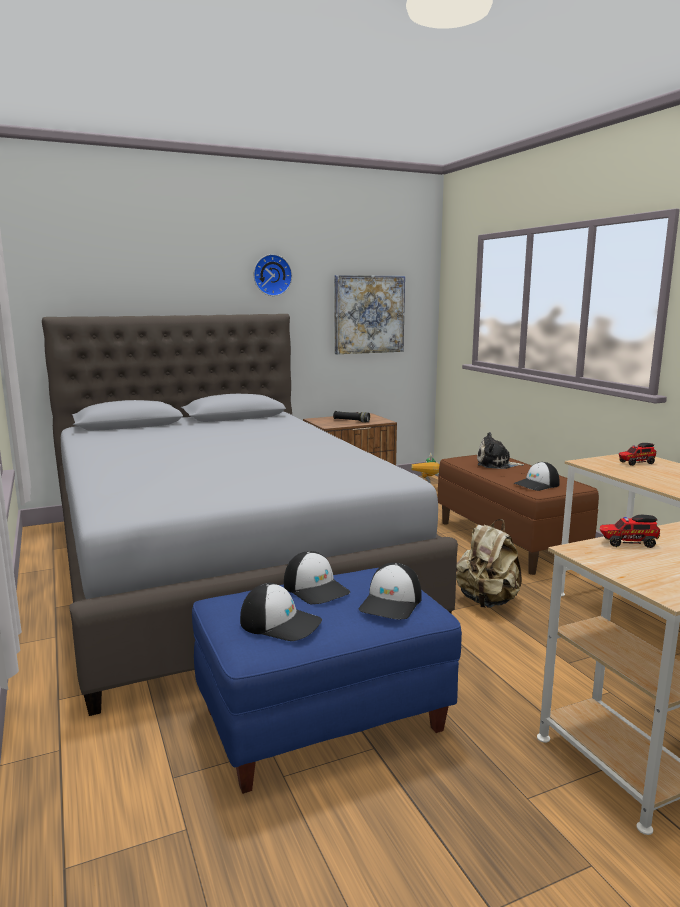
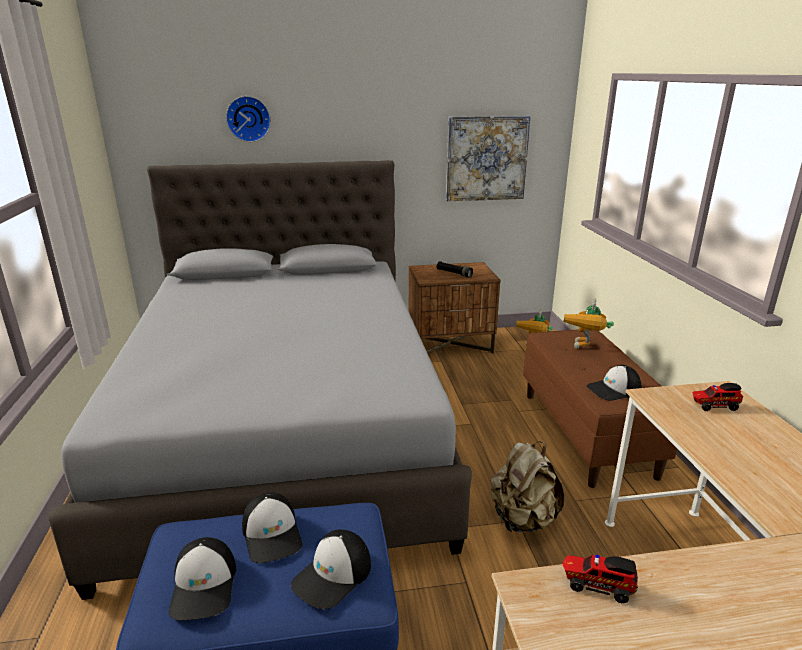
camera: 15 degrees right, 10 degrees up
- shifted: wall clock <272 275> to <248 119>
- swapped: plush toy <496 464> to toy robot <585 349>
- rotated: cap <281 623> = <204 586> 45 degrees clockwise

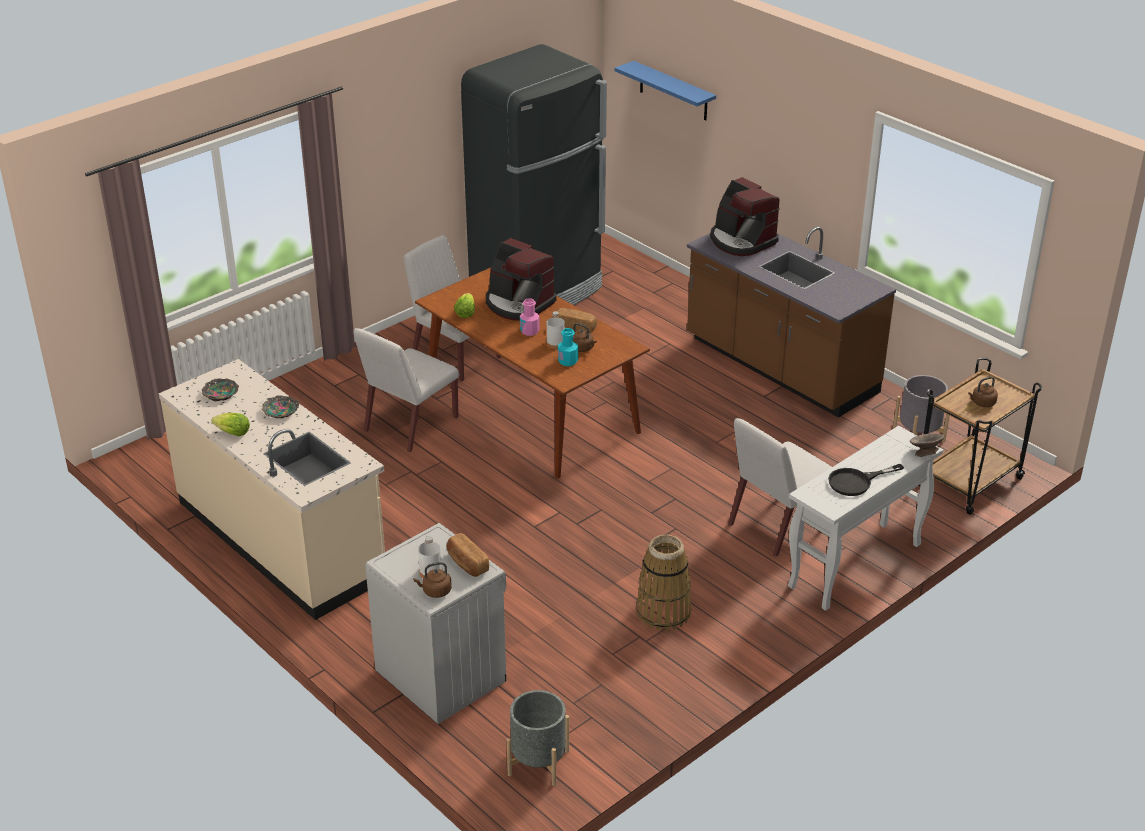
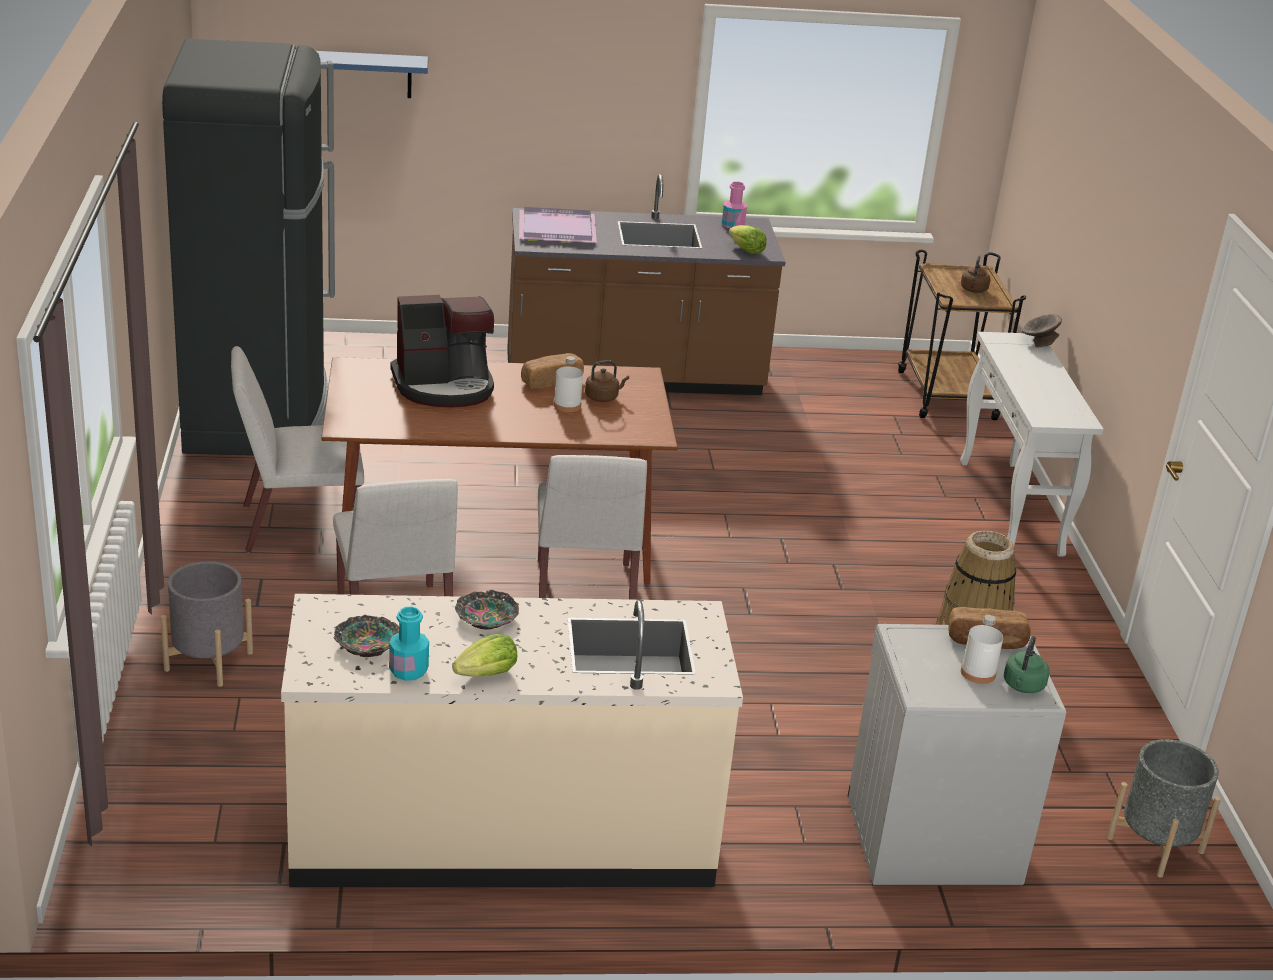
camera: 55 degrees left, 5 degrees down
- swapped: coffee machine <741 241> to purple tray <558 229>
- shifted: lettuce <465 313> to <746 251>
- shifted: pink bottle <529 331> to <733 225>
- shifted: turquoise bottle <568 361> to <408 670>
- shifted: grey planter <919 434> to <208 661>
- shifted: white chair <778 525> to <584 594>
- gone: black frying pan <856 482>
- repainted: brown kettle <435 591> to green kettle <1023 686>

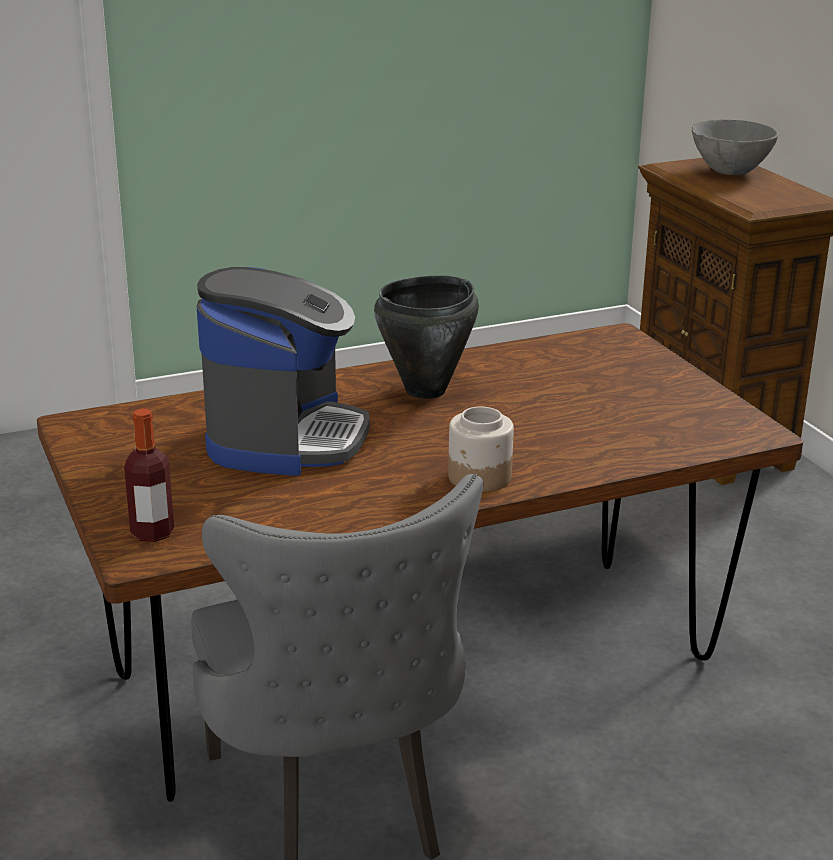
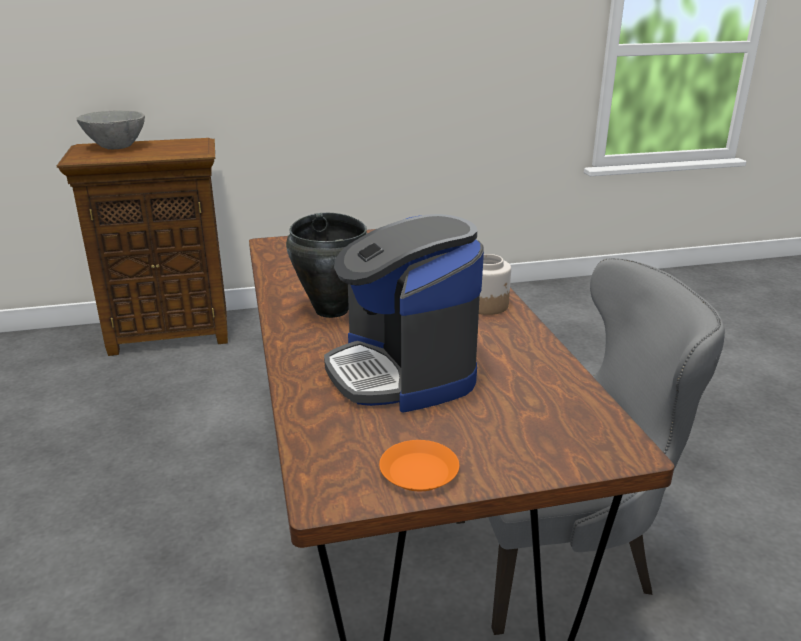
camera: 80 degrees left, 0 degrees up
- rotated: coffee machine <285 438> = <402 372> 135 degrees counterclockwise
- gone: bottle <152 533>
- new: orange plate <419 472>

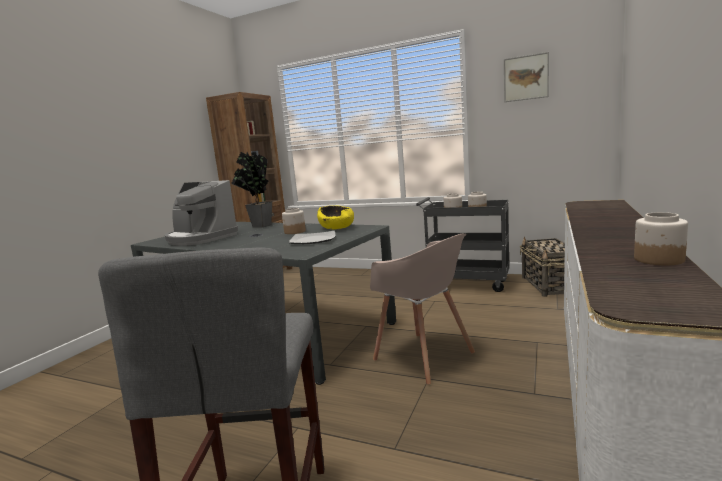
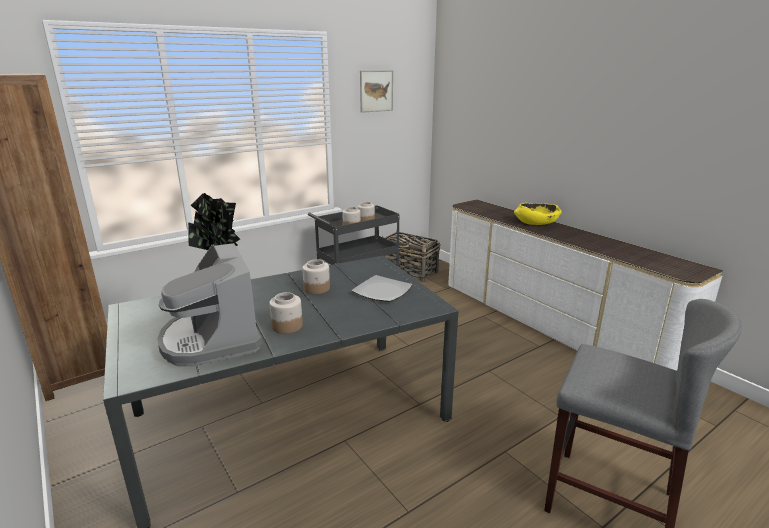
camera: 60 degrees left, 10 degrees up
- rotated: coffee machine <200 238> = <212 339> 90 degrees clockwise
- shifted: yellow bowl <337 228> to <536 222>
- shifted: jar <658 259> to <286 326>
- gone: beige chair <424 357>

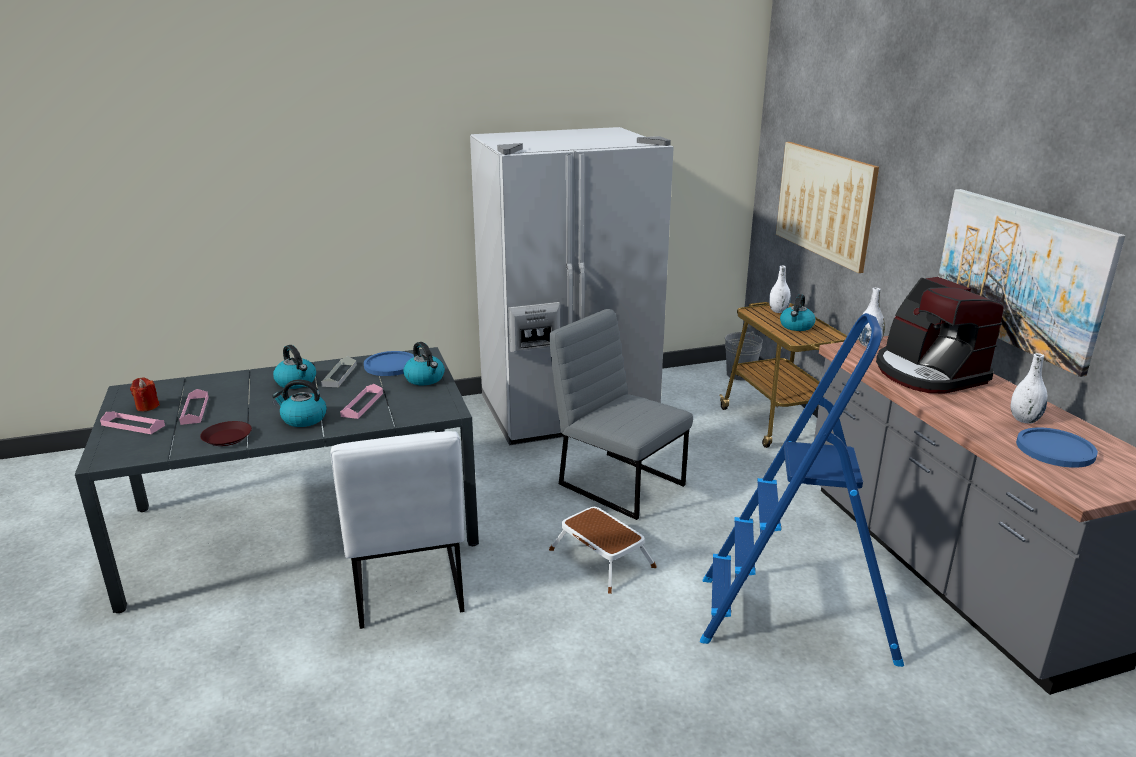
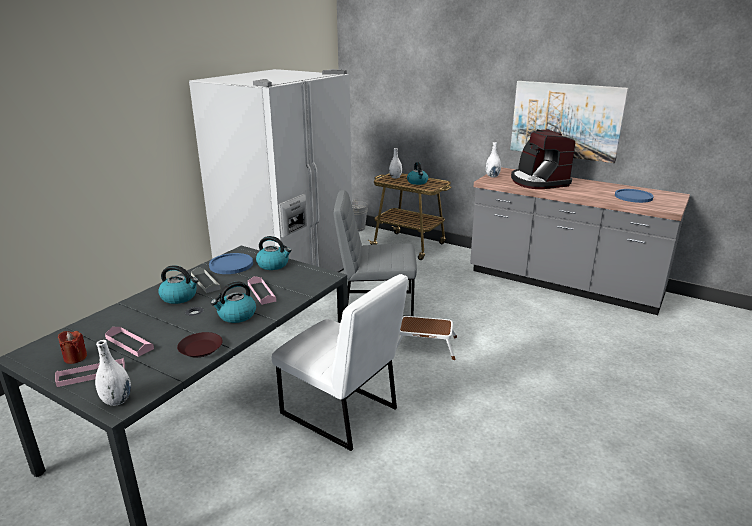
camera: 40 degrees left, 0 degrees up
- gone: picture <824 203>
- rotated: coffee machine <927 373> = <538 182> 45 degrees clockwise
- gone: blue step ladder <794 619>
- shifted: white vase <1024 419> to <117 400>

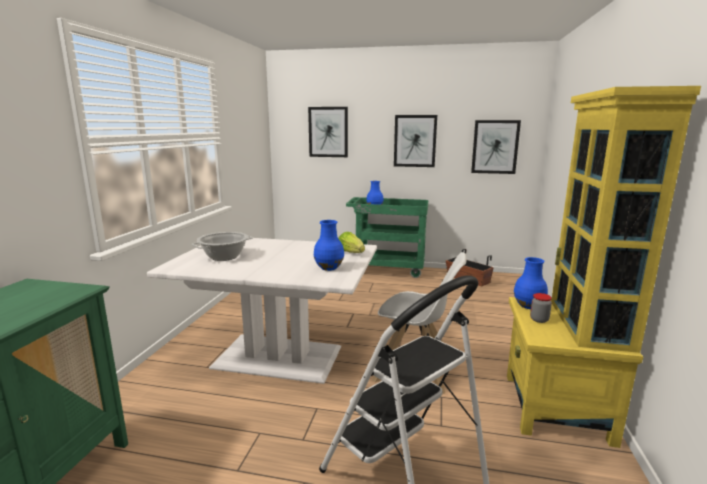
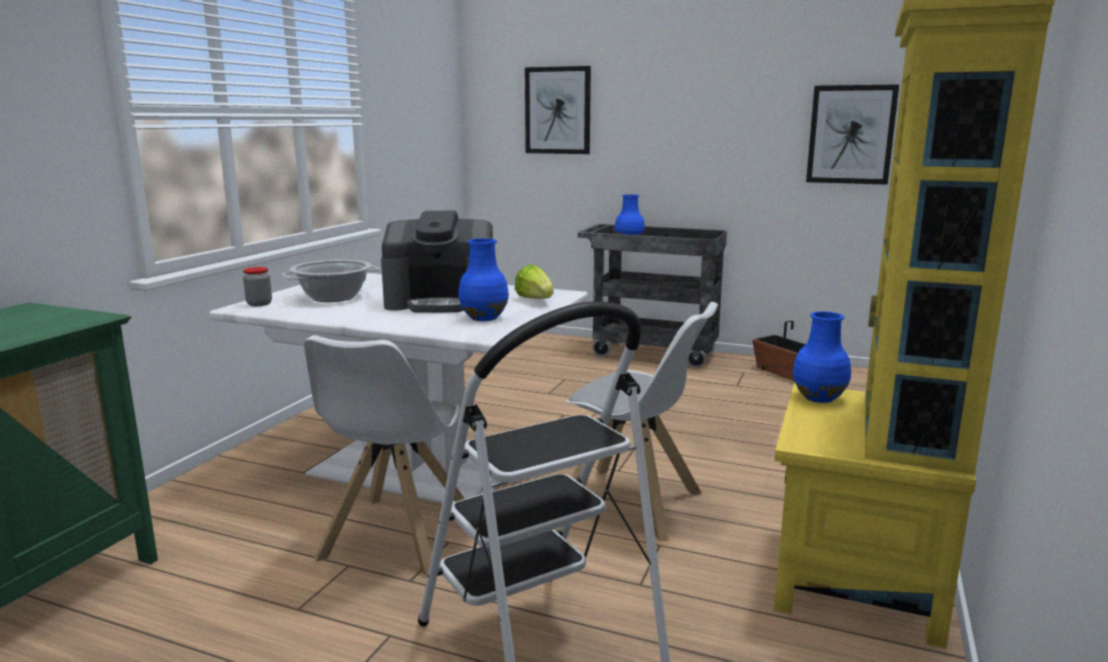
camera: 10 degrees right, 0 degrees up
- gone: picture <415 141>
- repainted: green cart <386 271> to black cart <648 355>
- shifted: jar <539 320> to <259 304>
- new: coffee machine <442 302>
- new: chair <395 537>

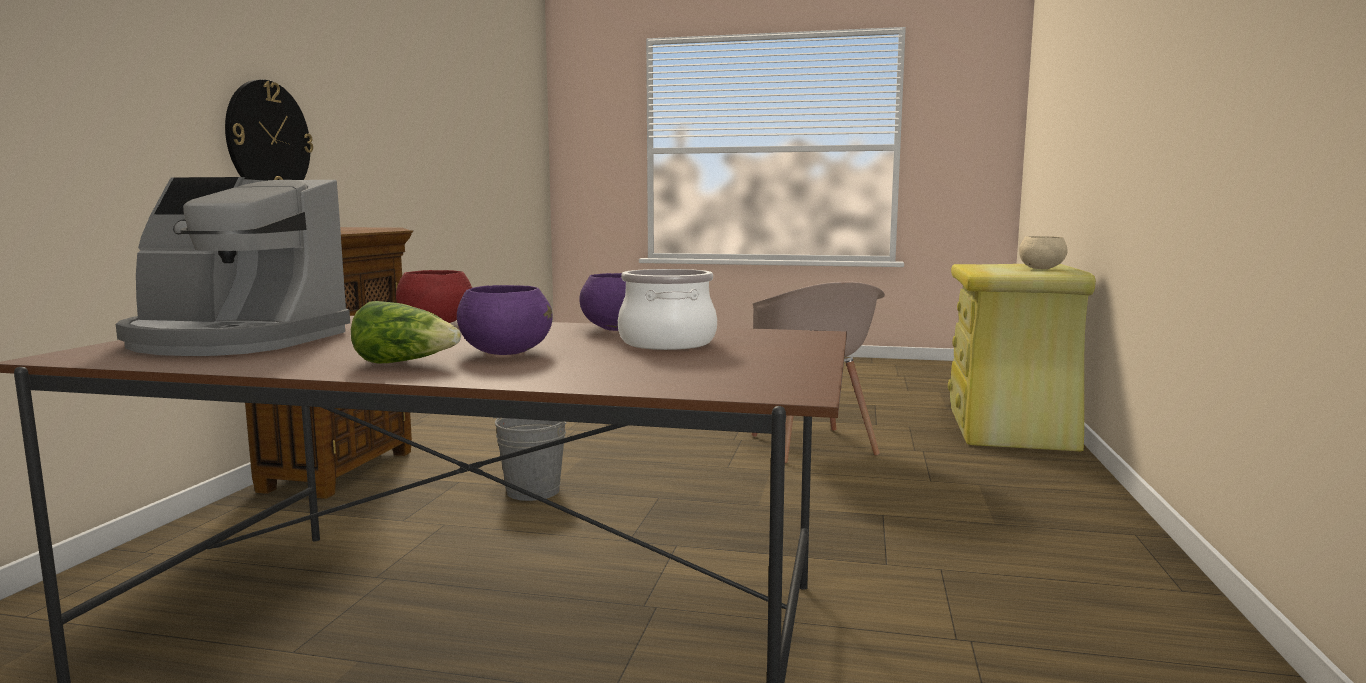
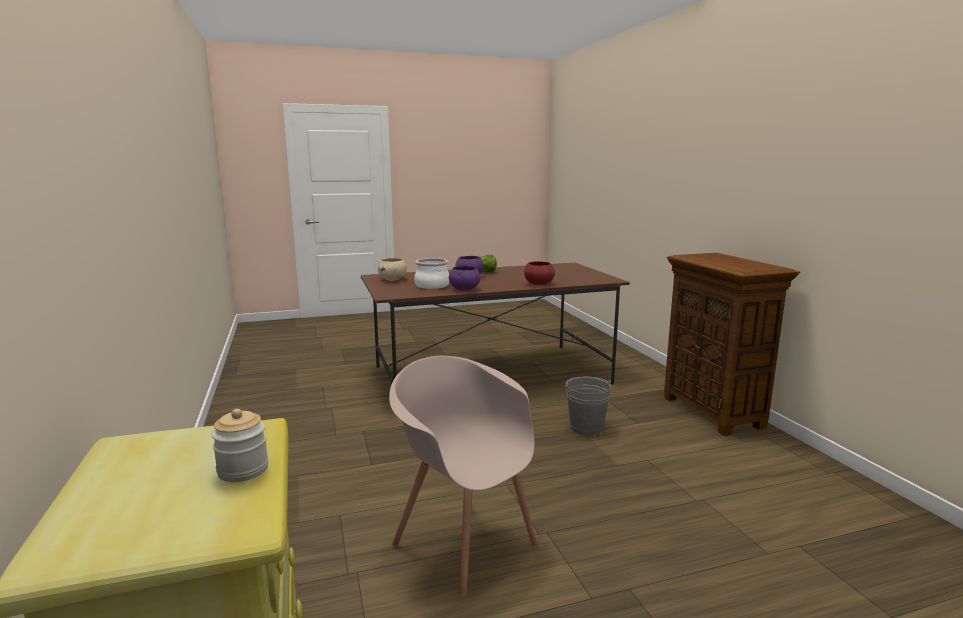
camera: 150 degrees right, 5 degrees up
- gone: wall clock <268 139>
- gone: coffee machine <233 340>
- shifted: beige bowl <1040 268> to <393 280>
- new: jar <243 470>

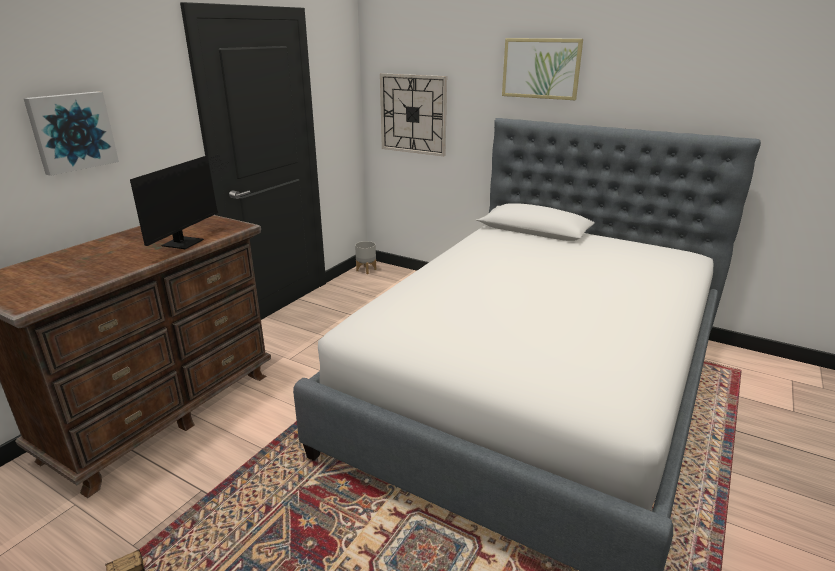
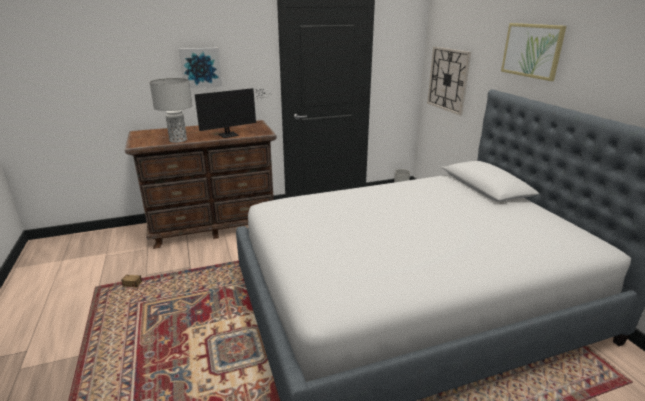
camera: 40 degrees right, 0 degrees up
- new: white table lamp <178 140>

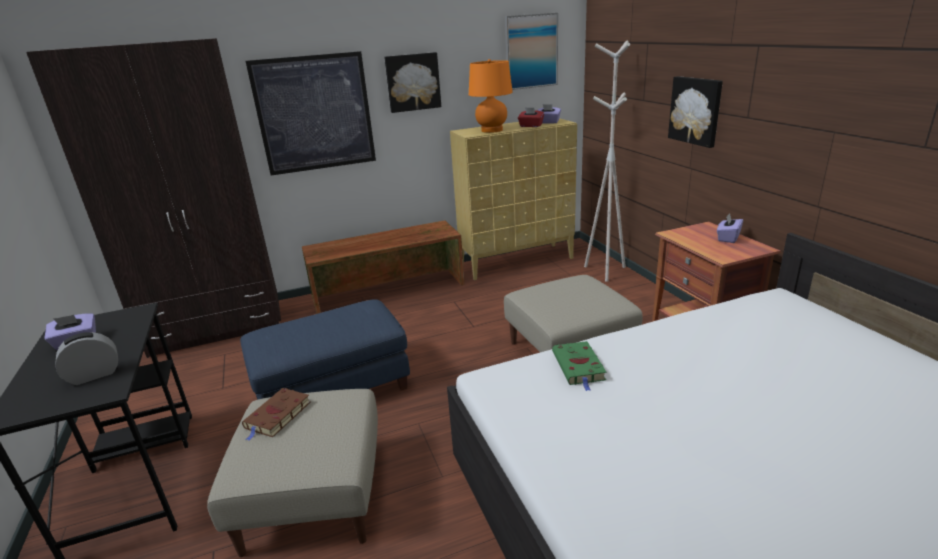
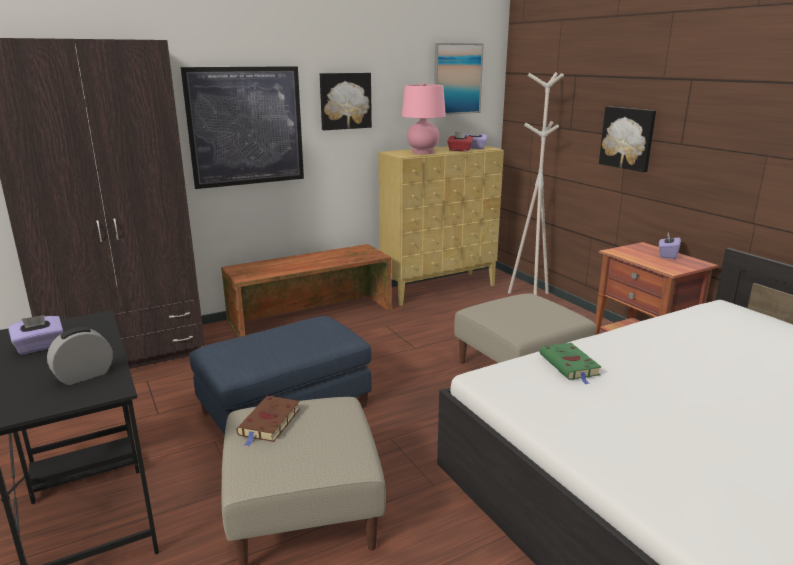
camera: 10 degrees left, 5 degrees down
- repainted: orange table lamp <492 130> to pink table lamp <423 152>

